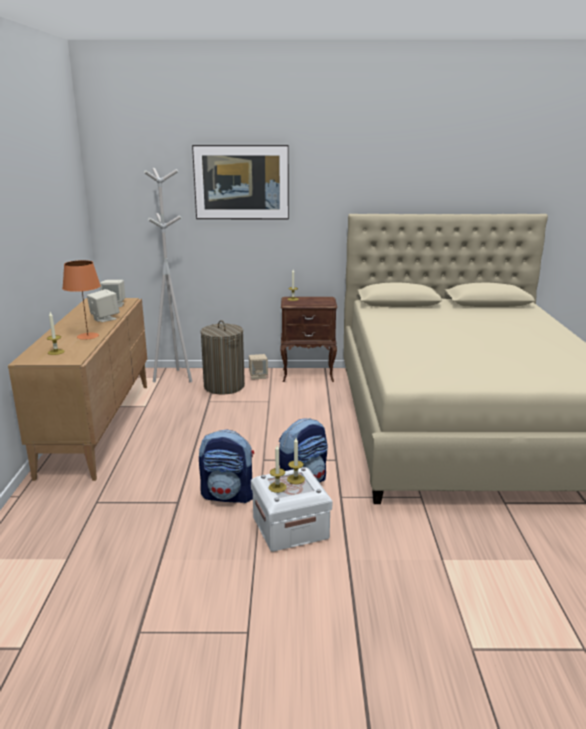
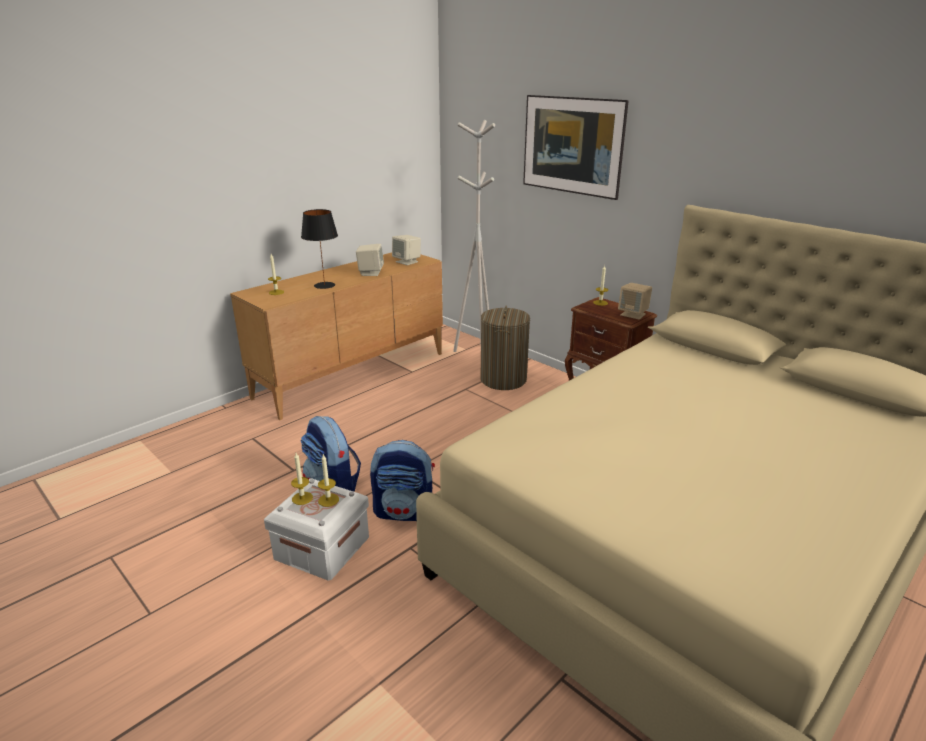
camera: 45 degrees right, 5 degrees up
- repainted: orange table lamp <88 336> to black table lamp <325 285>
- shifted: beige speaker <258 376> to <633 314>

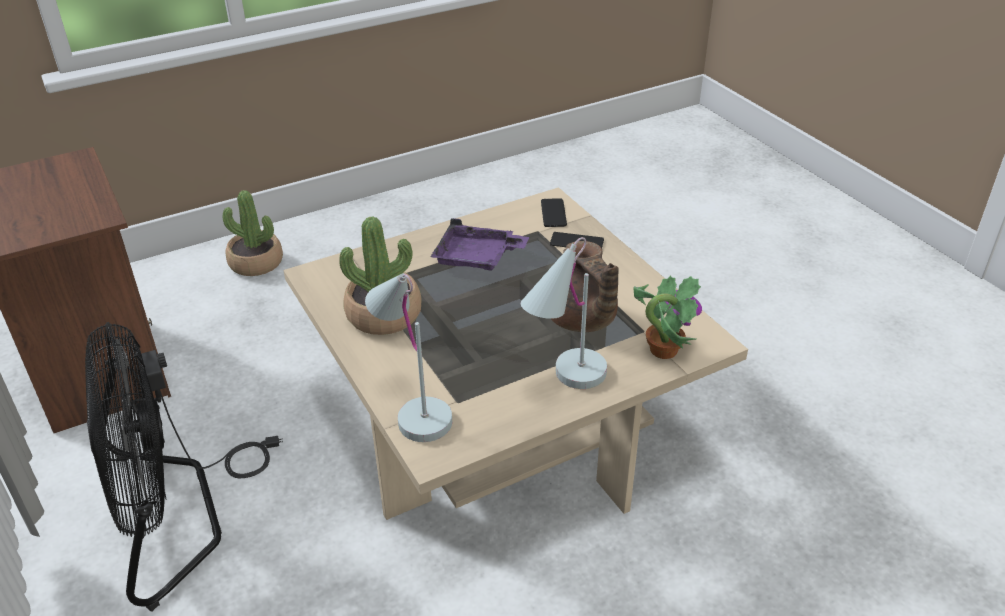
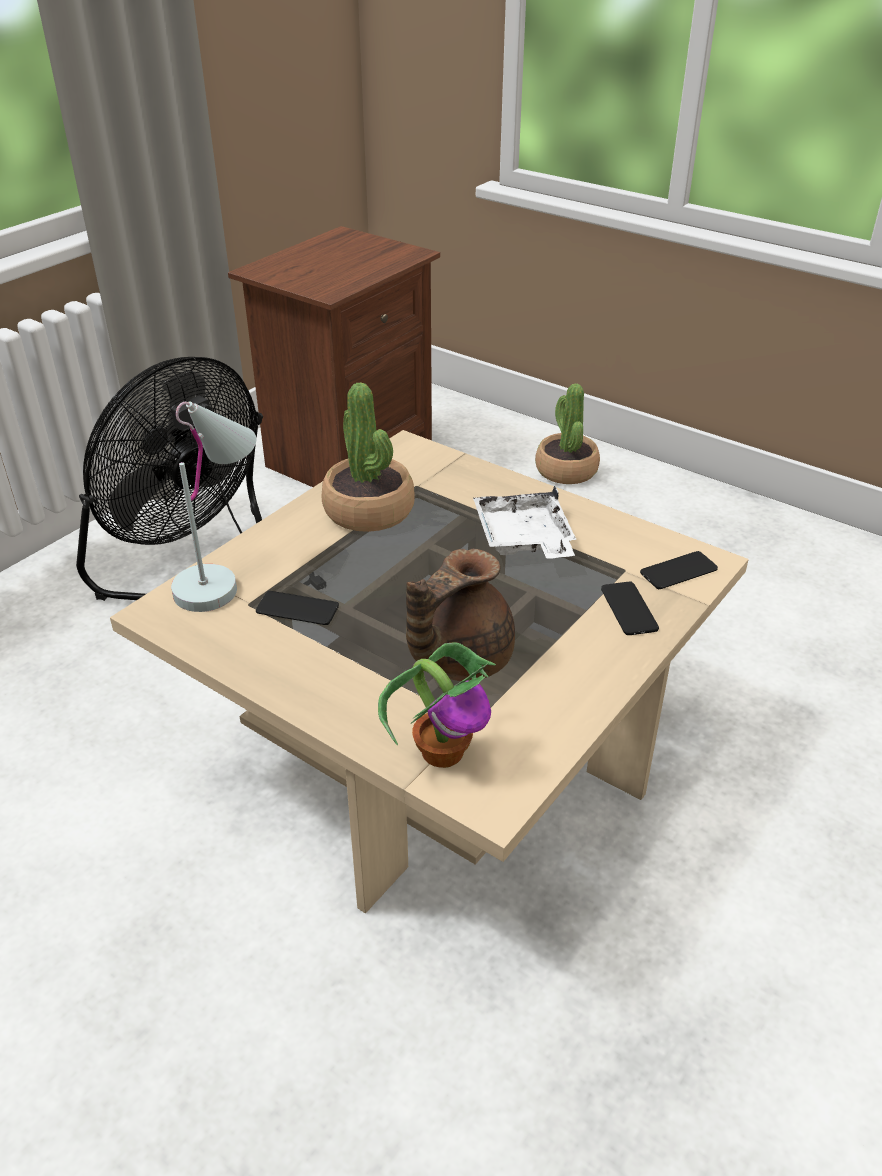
camera: 65 degrees right, 0 degrees up
- repainted: purple tray <477 258> to white tray <524 540>
- gone: white table lamp <563 382>
- new: phone <297 609>

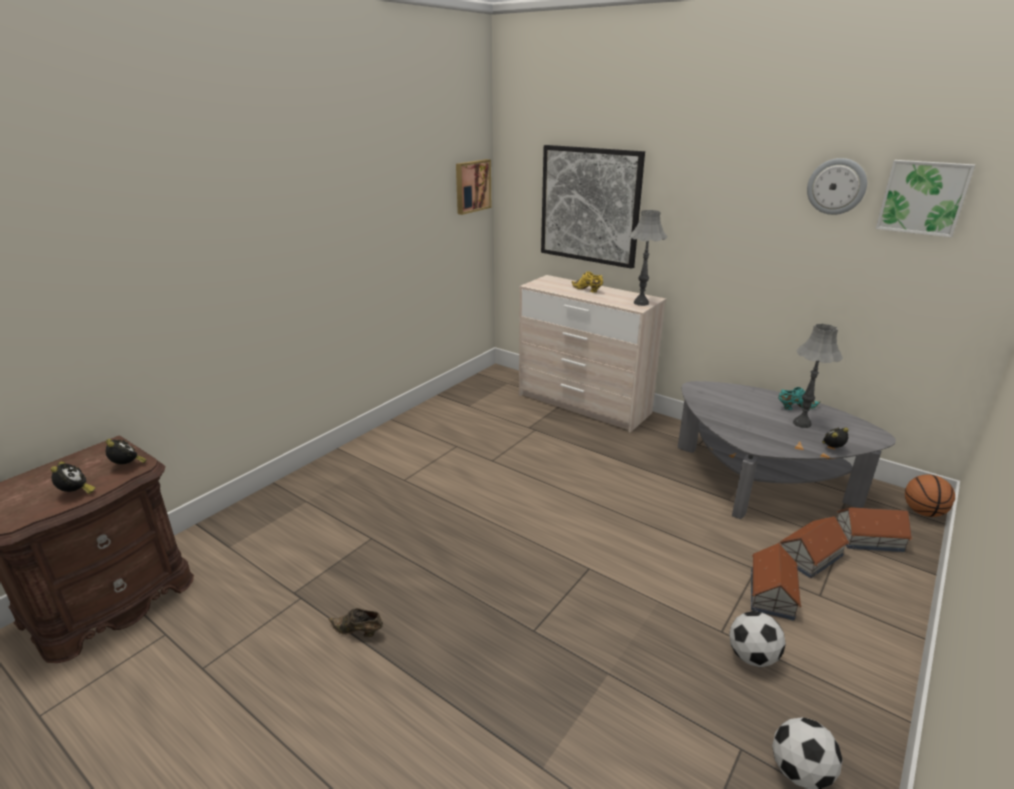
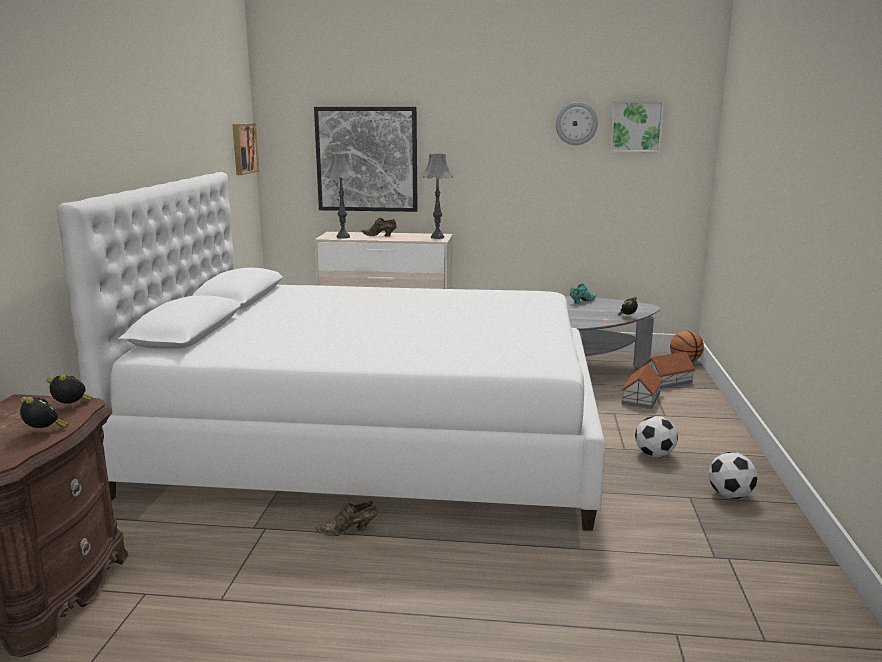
camera: 30 degrees left, 10 degrees down
- repainted: yellow shoe <587 290> to brown shoe <380 235>
- shifted: grey table lamp <802 423> to <343 237>
- gone: toy house <771 594>
- new: white bed <372 440>

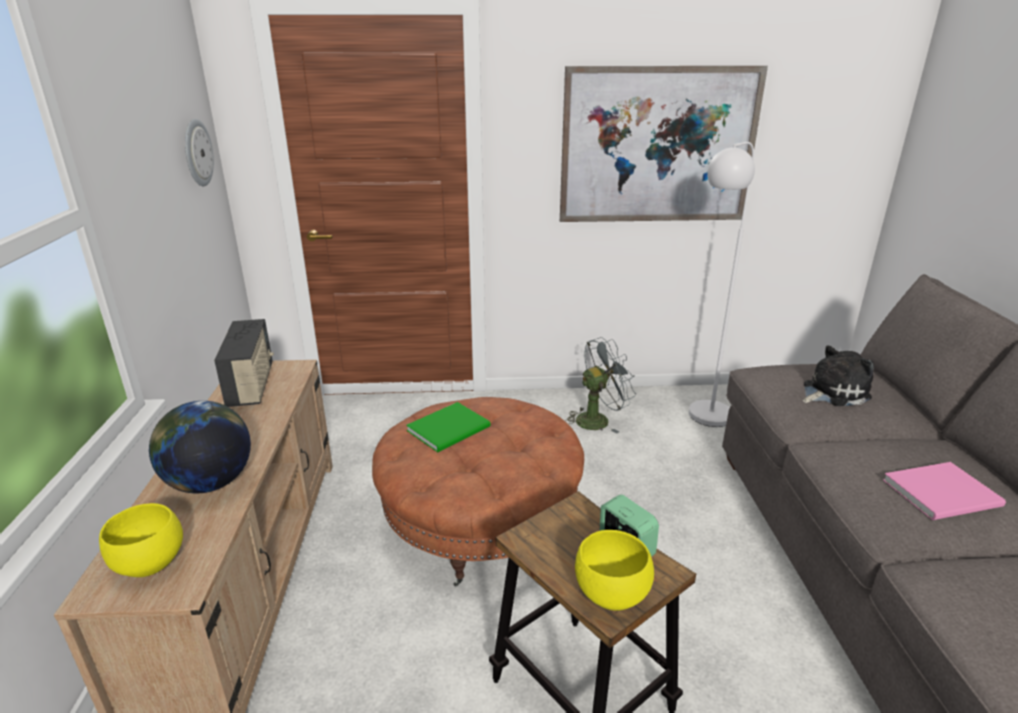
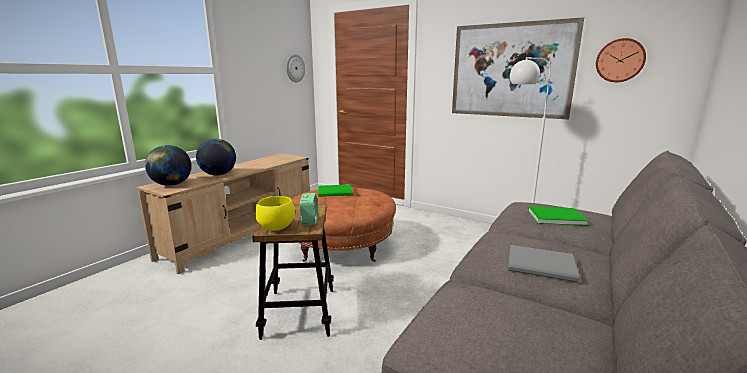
camera: 35 degrees right, 10 degrees down
- gone: radio <252 385>
- gone: grey fan <598 419>
- swapped: plush toy <832 392> to green book <554 217>
- repainted: pink book <945 494> to grey book <543 266>
- swapped: yellow bowl <149 565> to globe <171 185>
- new: wall clock <620 60>

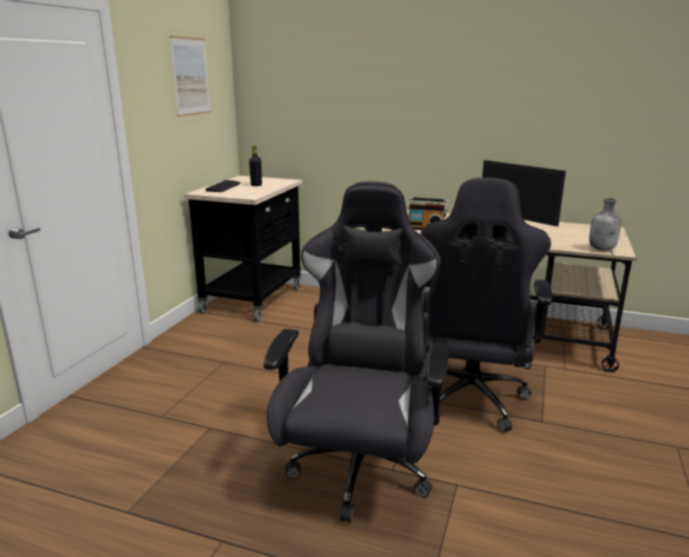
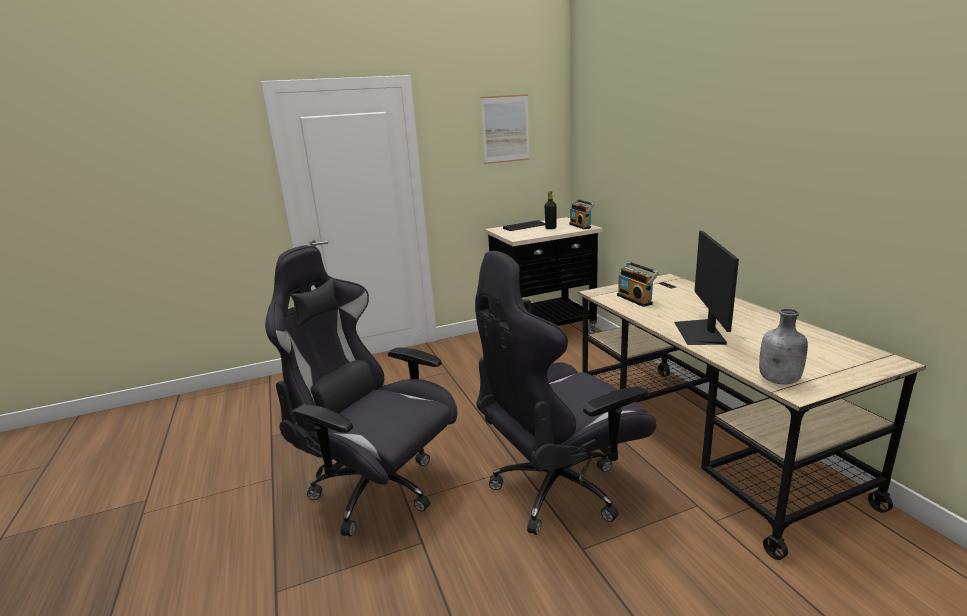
camera: 50 degrees right, 0 degrees up
- rotated: black office chair <359 477> = <382 492> 120 degrees counterclockwise
- new: radio <581 226>

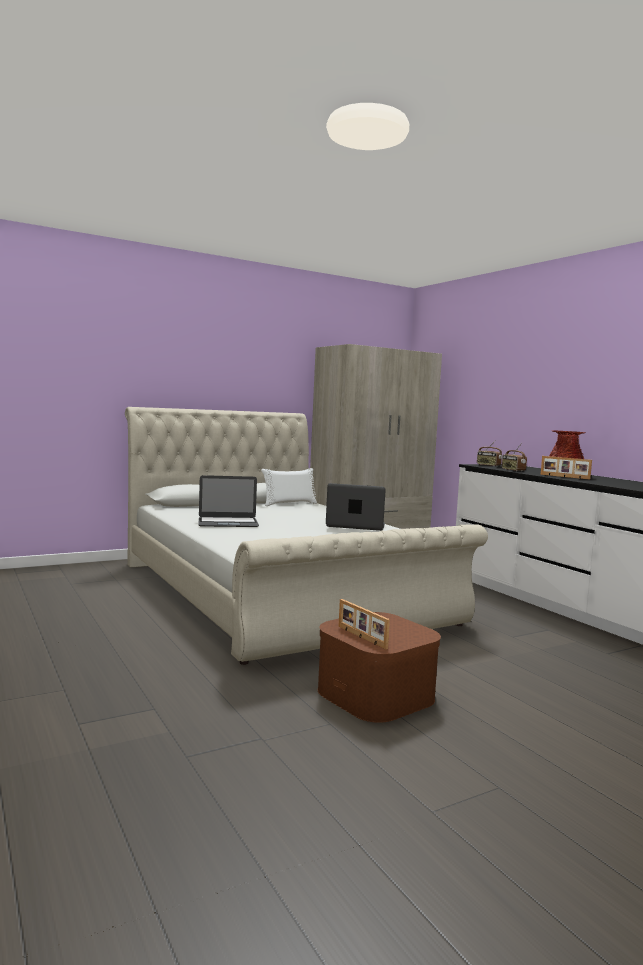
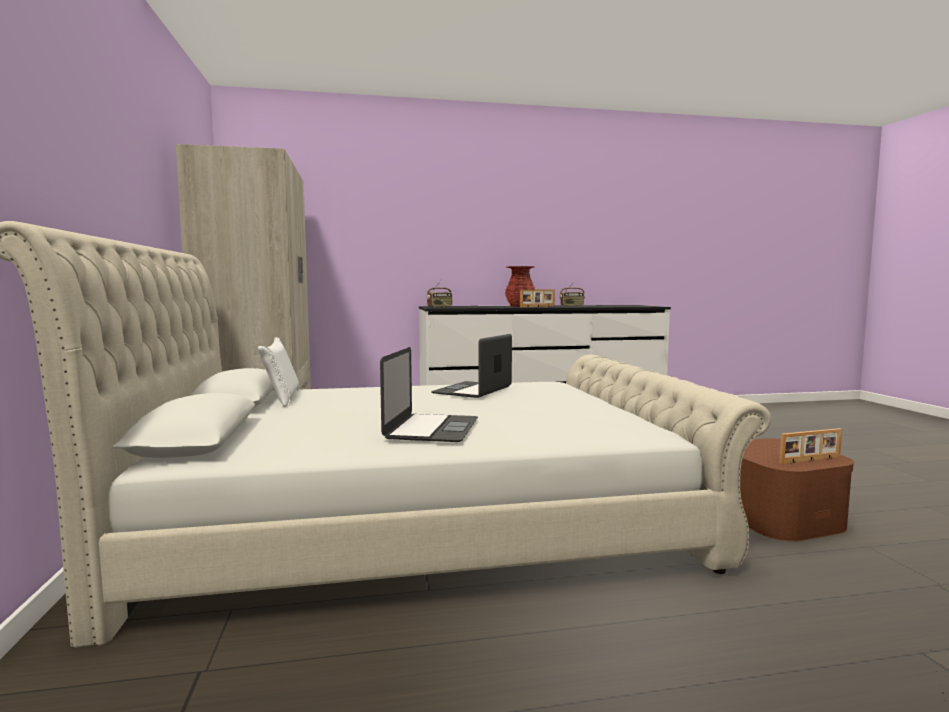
camera: 70 degrees left, 0 degrees up
- shifted: radio <513 470> to <572 306>

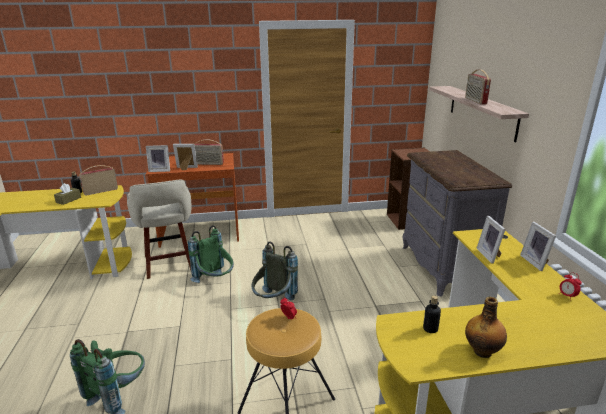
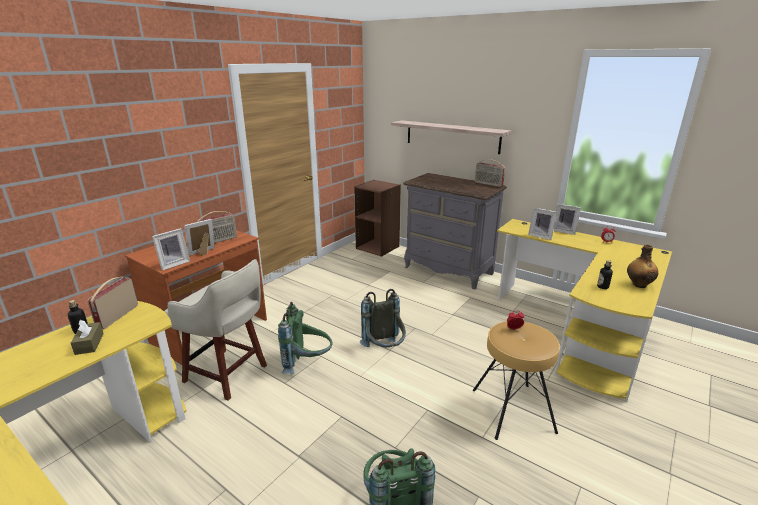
camera: 45 degrees left, 0 degrees up
- shifted: radio <475 101> to <488 184>

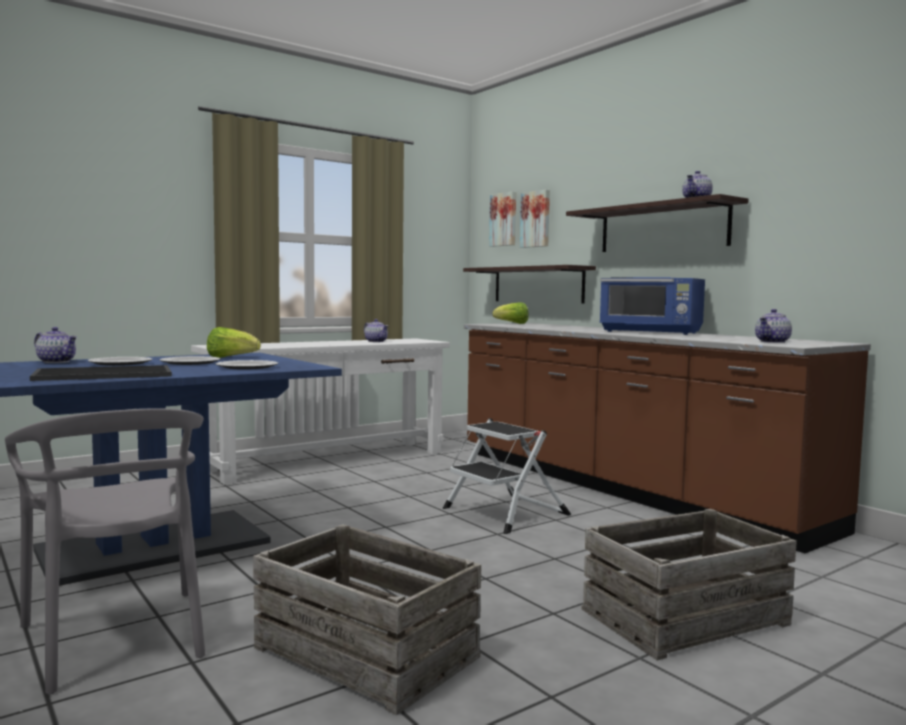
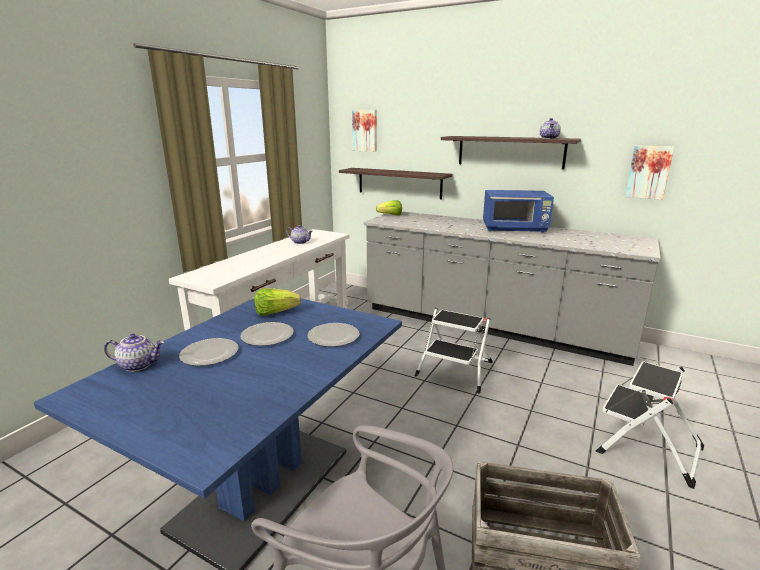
camera: 25 degrees left, 15 degrees up
- shifted: picture <536 219> to <648 172>
- gone: teapot <773 342>
- repainted: brown counter <623 488> to grey counter <491 326>
- gone: tray <102 374>
- swapped: crate <685 618> to step ladder <647 446>

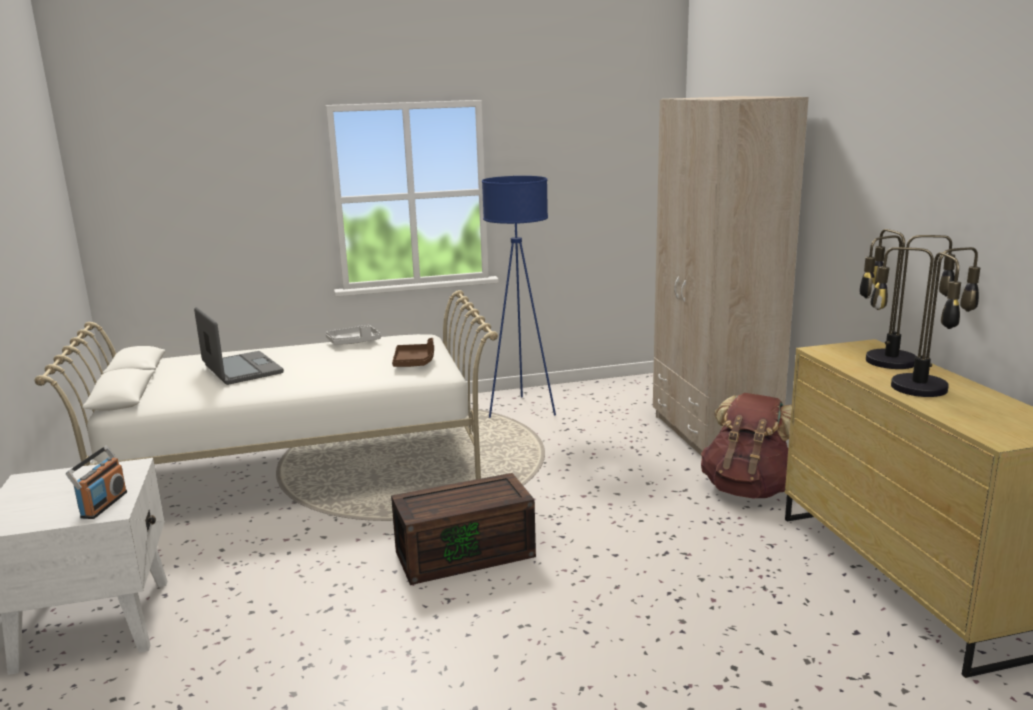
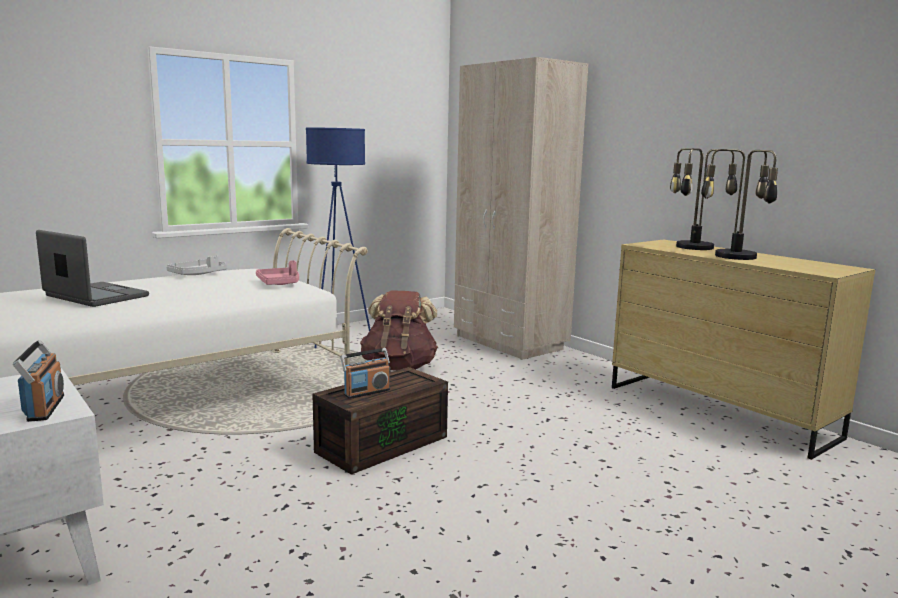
camera: 25 degrees left, 5 degrees down
- repainted: brown tray <414 362> to pink tray <279 283>
- shifted: brown backpack <748 489> to <399 368>
- new: radio <366 392>

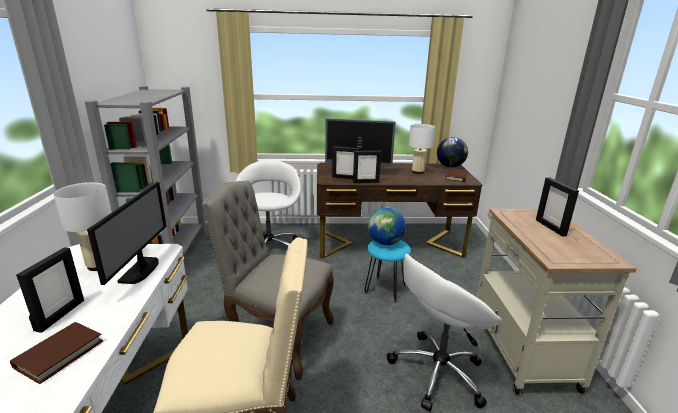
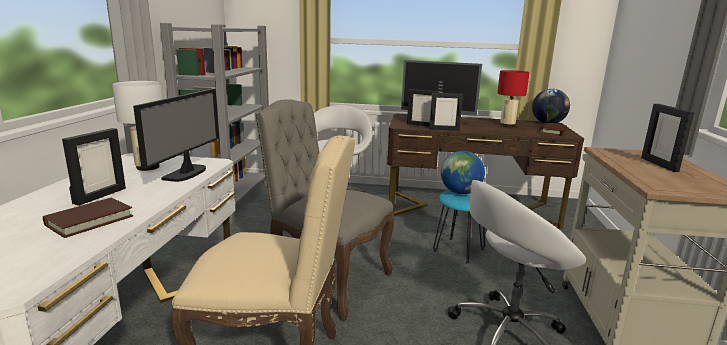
camera: 10 degrees right, 5 degrees down
- repainted: white table lamp <418 172> to red table lamp <508 125>

